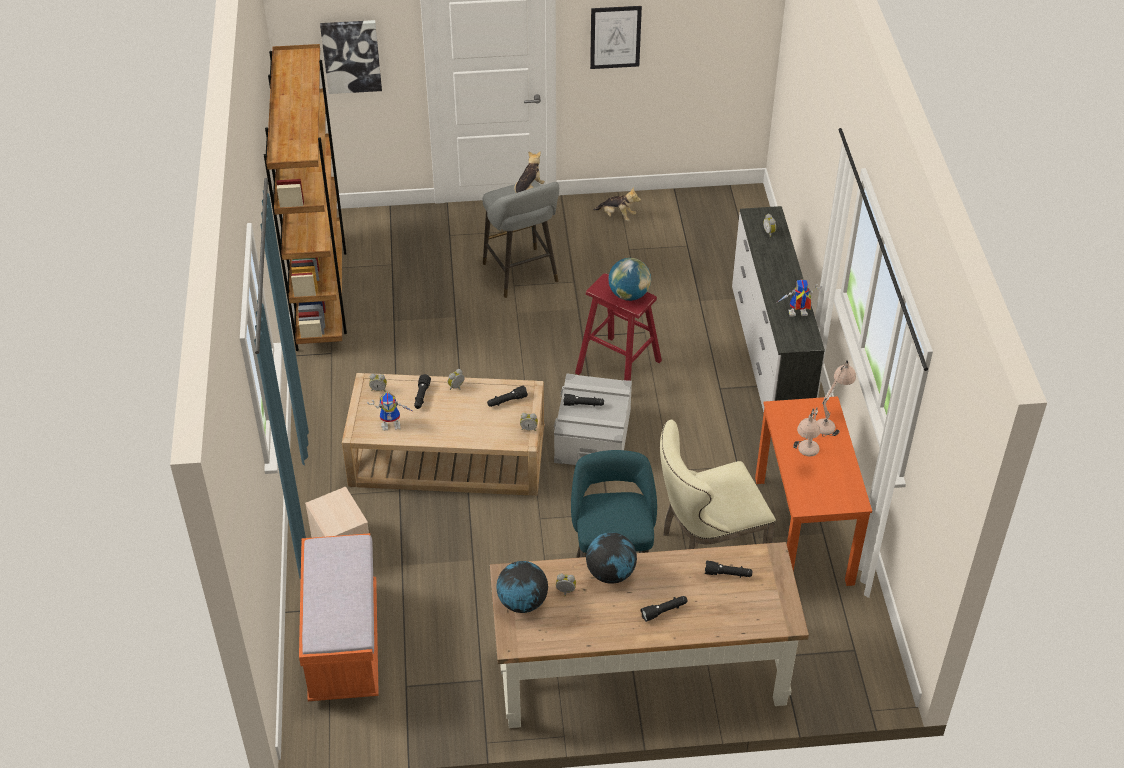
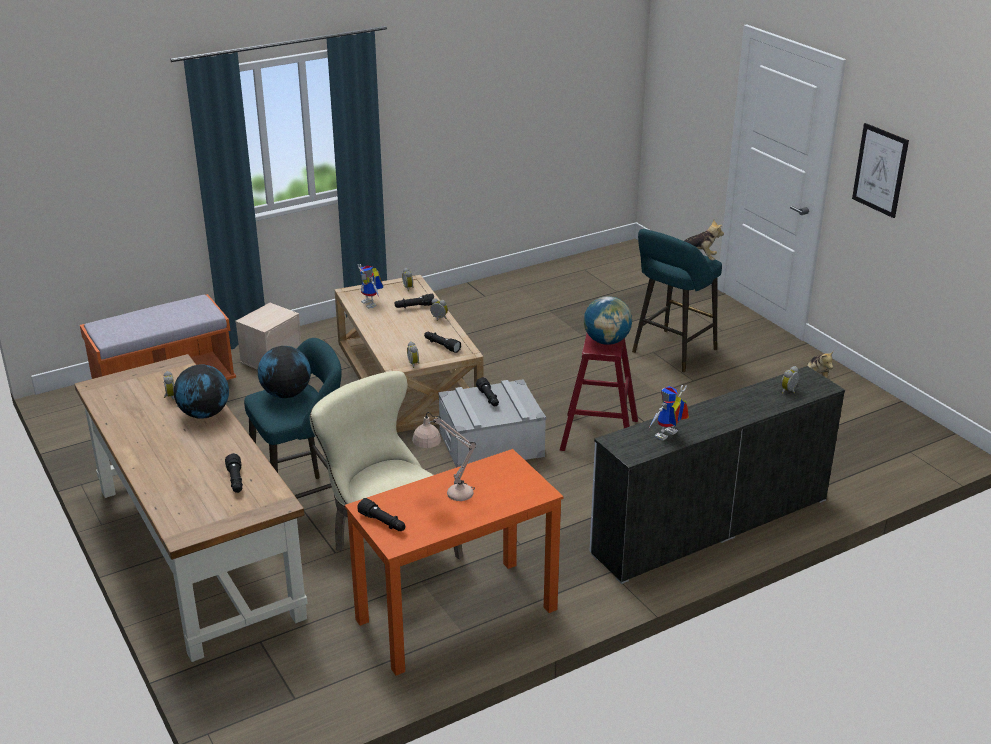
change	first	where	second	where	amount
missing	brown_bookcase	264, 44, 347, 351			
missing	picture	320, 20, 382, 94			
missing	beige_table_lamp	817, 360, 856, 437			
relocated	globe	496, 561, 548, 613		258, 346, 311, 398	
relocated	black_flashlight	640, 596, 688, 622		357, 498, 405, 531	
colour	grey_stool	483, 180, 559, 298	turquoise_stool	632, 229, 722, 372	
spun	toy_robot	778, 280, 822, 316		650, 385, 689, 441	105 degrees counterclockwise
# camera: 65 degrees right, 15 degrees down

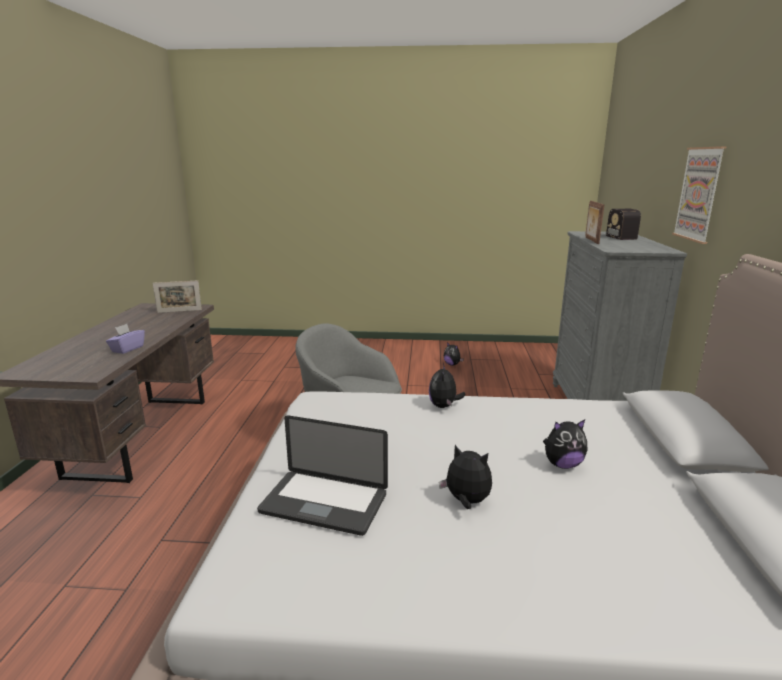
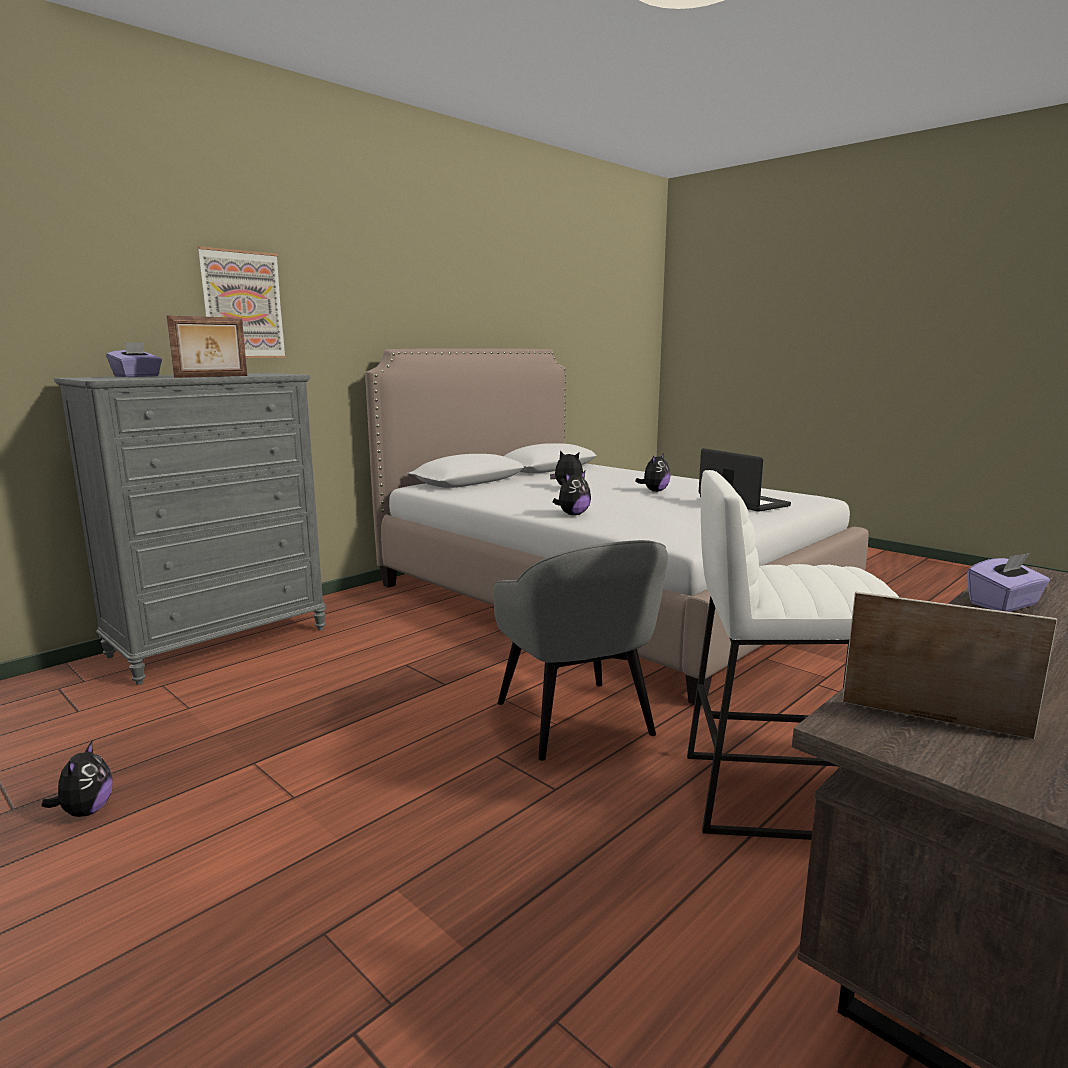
change	first	where	second	where	amount
appeared			white_stool	687, 470, 899, 840	
exchanged	radio	604, 209, 641, 240	purple_tissue_box	106, 342, 162, 377	
spun	plush_toy	439, 445, 492, 509		635, 453, 670, 492	120 degrees counterclockwise
# camera: 140 degrees left, 5 degrees down

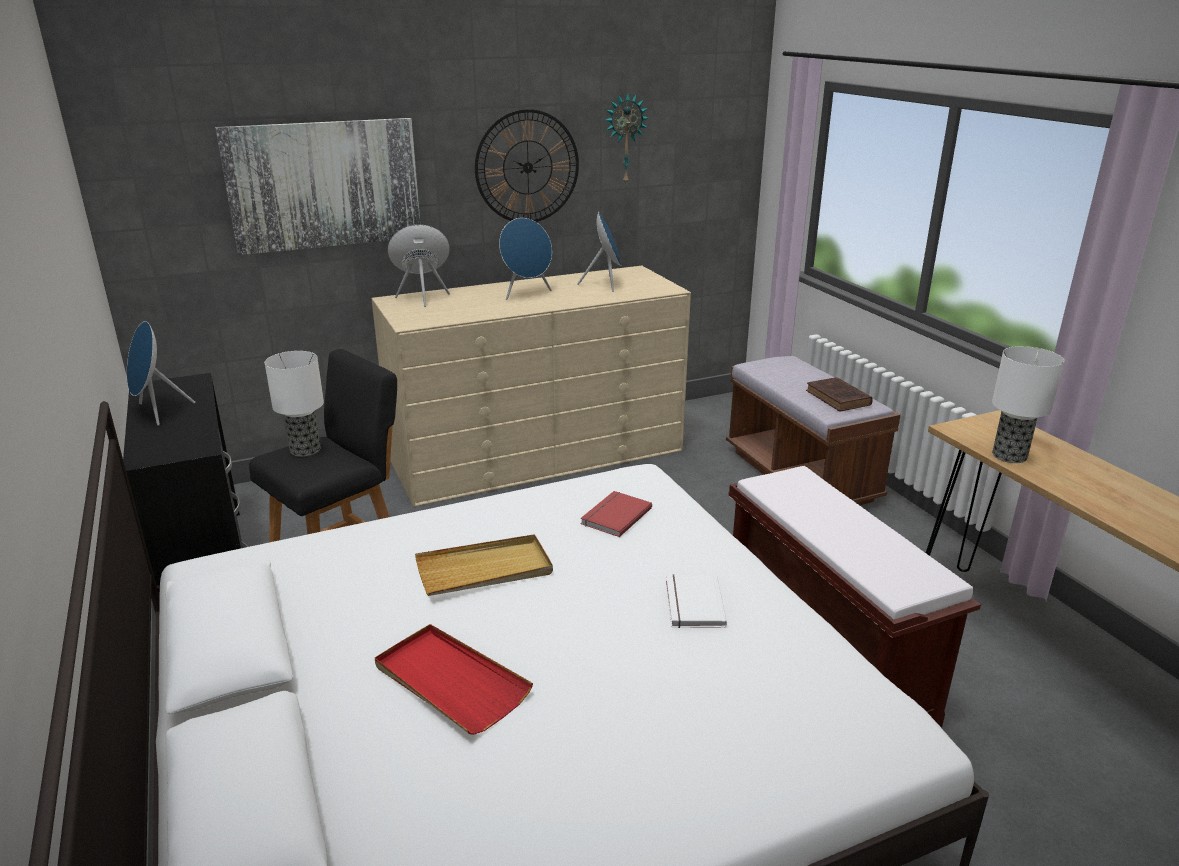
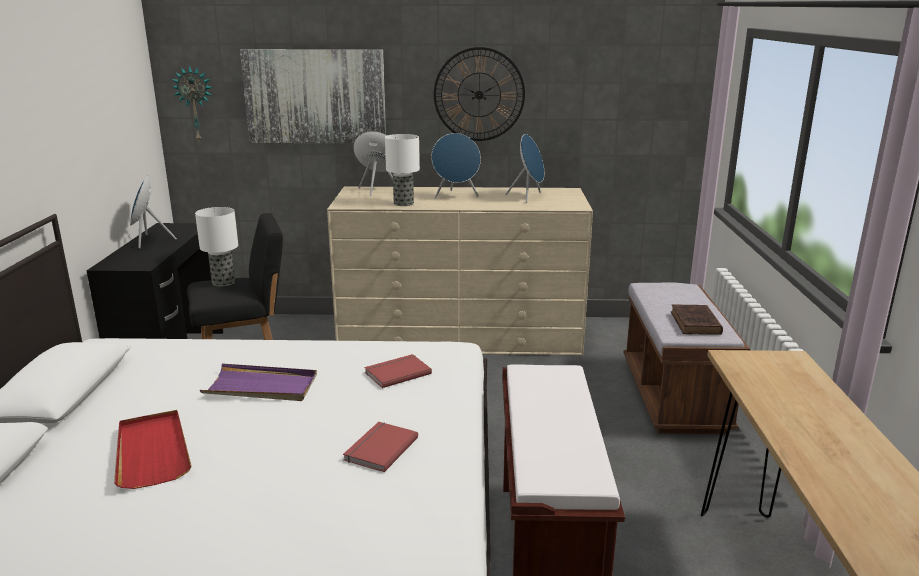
change	first	where	second	where	amount
relocated	wall_clock	605, 92, 648, 185		171, 65, 213, 141	
relocated	table_lamp	992, 346, 1064, 463		385, 134, 420, 206	
colour	beige_tray	415, 534, 553, 596	purple_tray	200, 363, 317, 401	
colour	white_book	666, 575, 727, 628	red_book	343, 422, 418, 472	
# camera: 25 degrees right, 5 degrees down

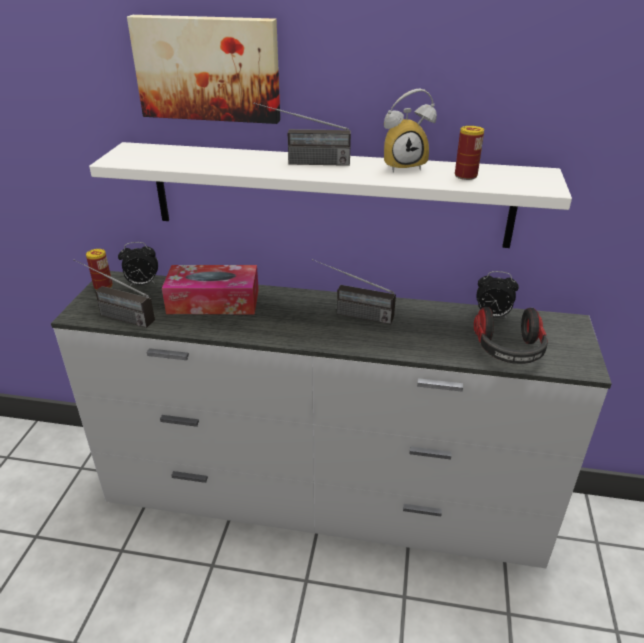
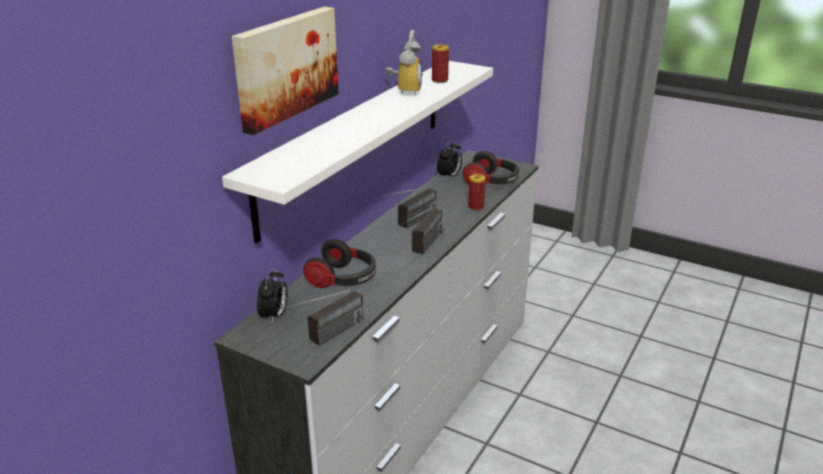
change	first	where	second	where	amount
relocated	can	86, 249, 113, 290		468, 174, 486, 211	
relocated	radio	254, 103, 351, 166		401, 208, 443, 254	
exchanged	tissue_box	162, 265, 259, 314	headphones	303, 239, 376, 288	
# camera: 70 degrees left, 5 degrees down

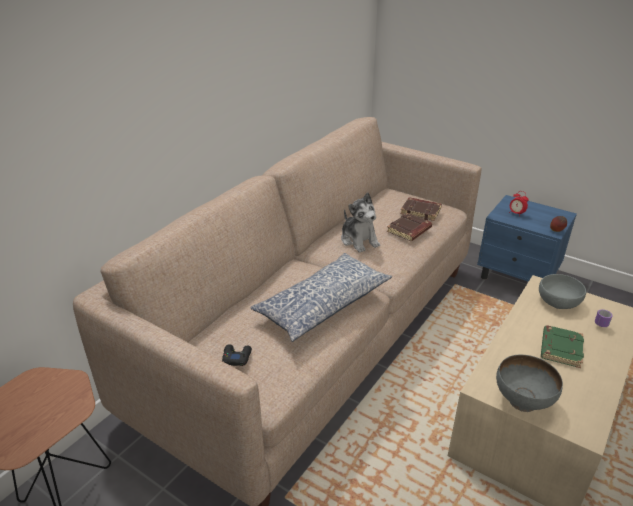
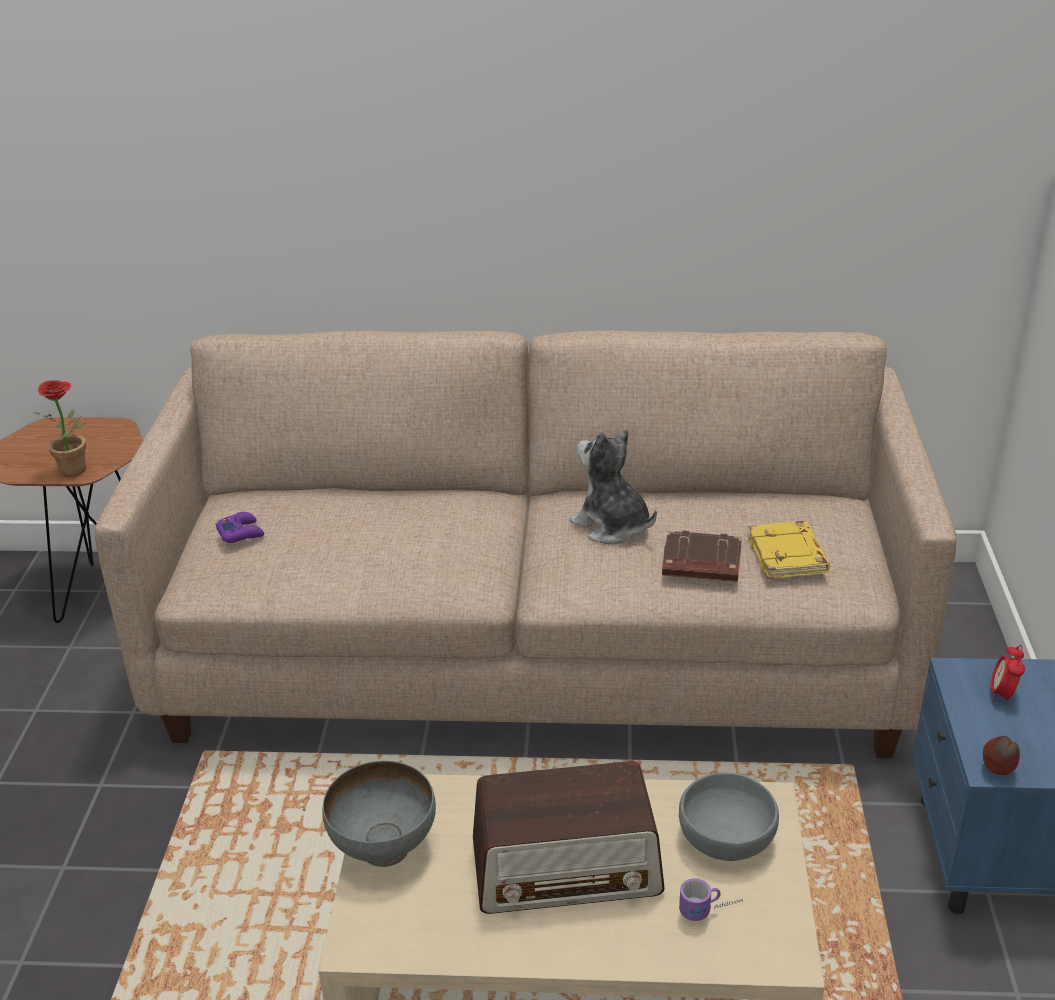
change	first	where	second	where	amount
missing	pillow	250, 253, 392, 342			
appeared			potted_plant	34, 380, 87, 477	
exchanged	green_book	541, 325, 584, 368	radio	473, 761, 665, 914	
colour	black_game_controller	222, 344, 252, 366	purple_game_controller	216, 512, 264, 543	
colour	brown_book	400, 197, 442, 221	yellow_book	748, 521, 830, 579	
spun	plush_toy	341, 192, 380, 253		569, 429, 657, 544	105 degrees clockwise
# camera: 60 degrees right, 0 degrees up

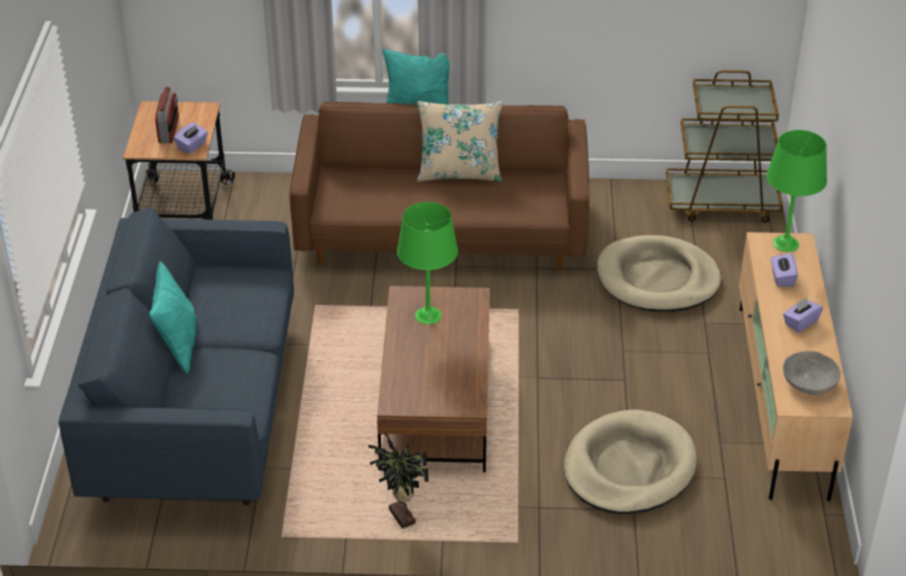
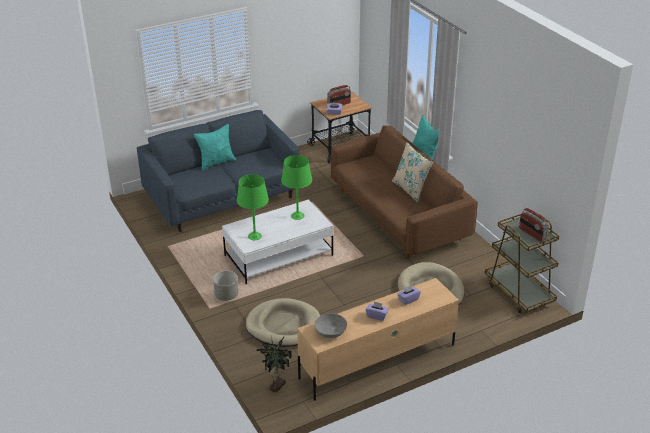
change	first	where	second	where	amount
appeared			grey_planter	213, 271, 239, 301	
appeared			radio	519, 208, 548, 241	
relocated	potted_plant	368, 432, 428, 529		257, 337, 292, 393	
relocated	green_table_lamp	766, 130, 827, 252		237, 174, 269, 240	
colour	brown_coffee_table	377, 286, 490, 472	white_coffee_table	222, 199, 333, 284	
# camera: 60 degrees right, 5 degrees down

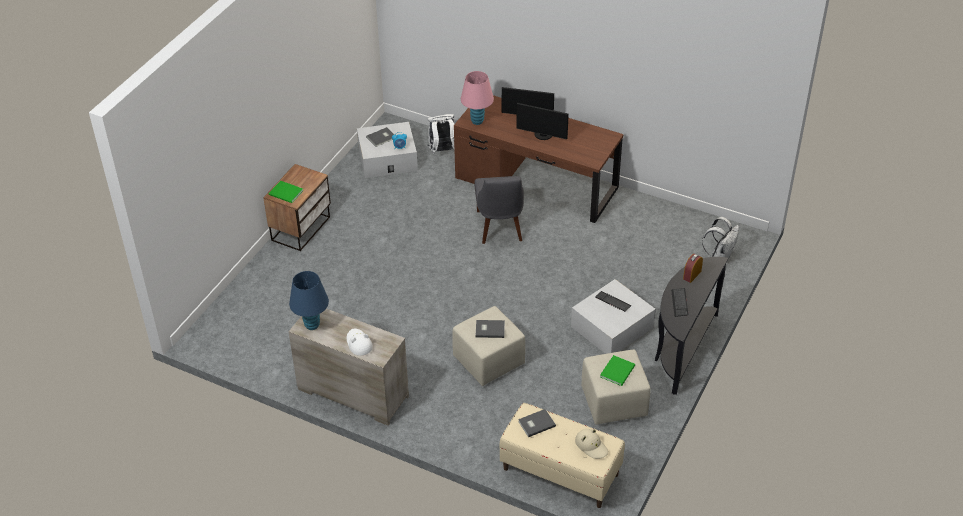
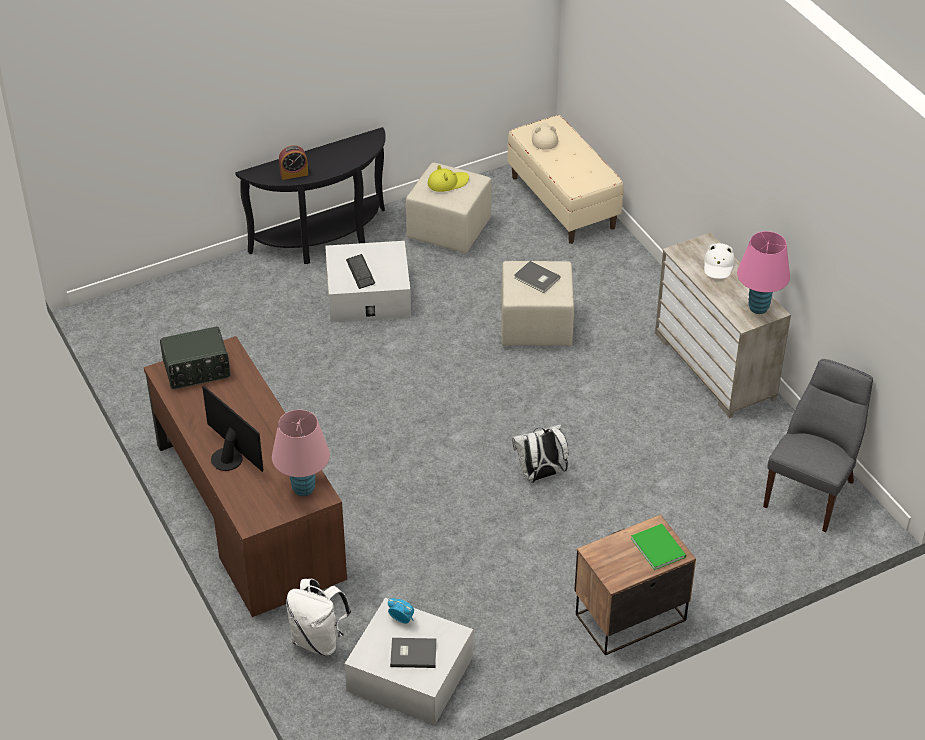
change	first	where	second	where	amount
missing	monitor	516, 103, 569, 140			
missing	grey_book	518, 409, 556, 437			
missing	keyboard	671, 288, 688, 317			
appeared			radio	160, 327, 231, 389	
relocated	grey_chair	475, 176, 524, 244		763, 359, 873, 532	
relocated	white_backpack	702, 217, 739, 259		512, 424, 568, 483	
exchanged	green_book	600, 355, 635, 386	yellow_hat	427, 165, 469, 192	
colour	blue_table_lamp	289, 271, 329, 330	pink_table_lamp	737, 231, 790, 314	
# camera: 145 degrees left, 0 degrees up

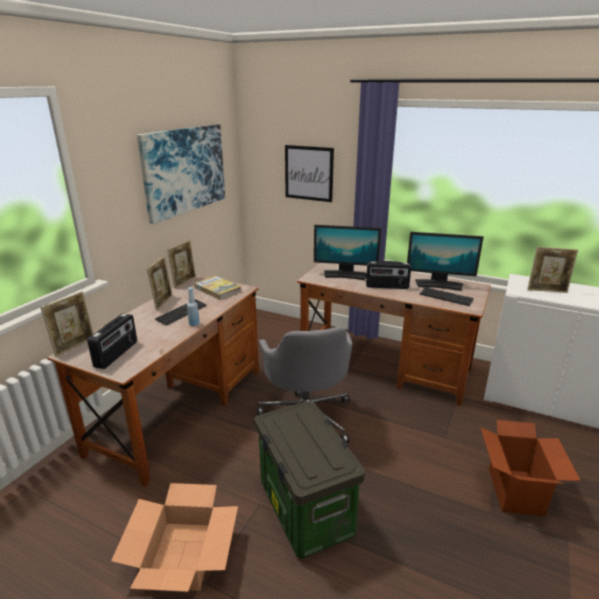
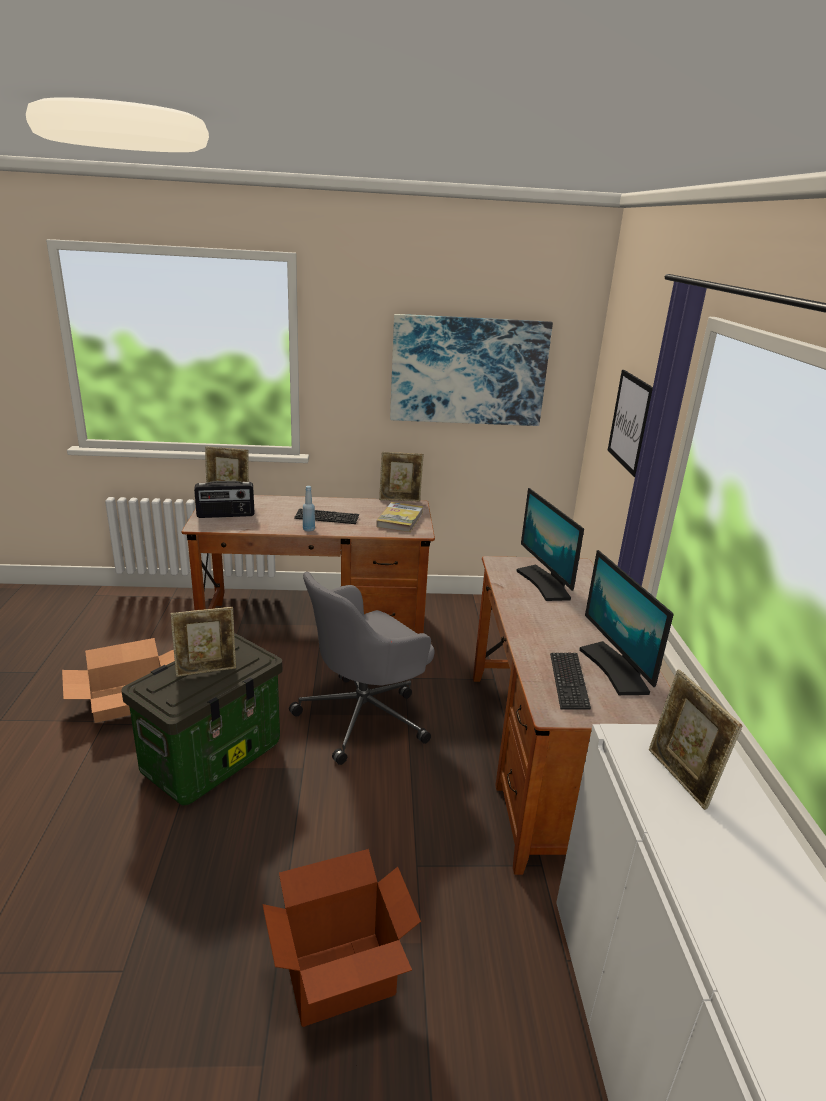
change	first	where	second	where	amount
missing	radio	366, 261, 411, 289			
relocated	picture_frame	147, 256, 172, 311		171, 607, 236, 677	
# camera: 60 degrees right, 0 degrees up

